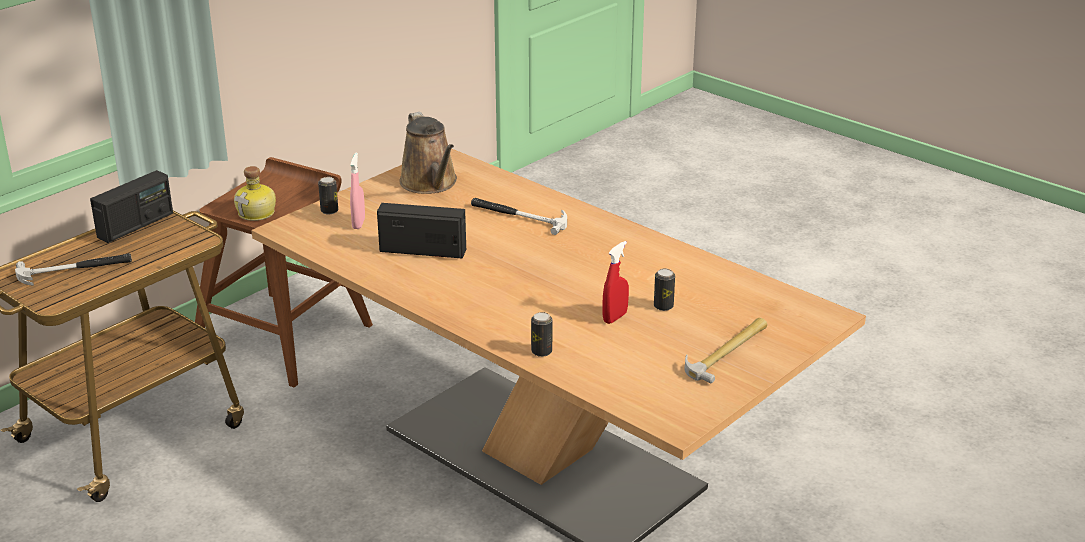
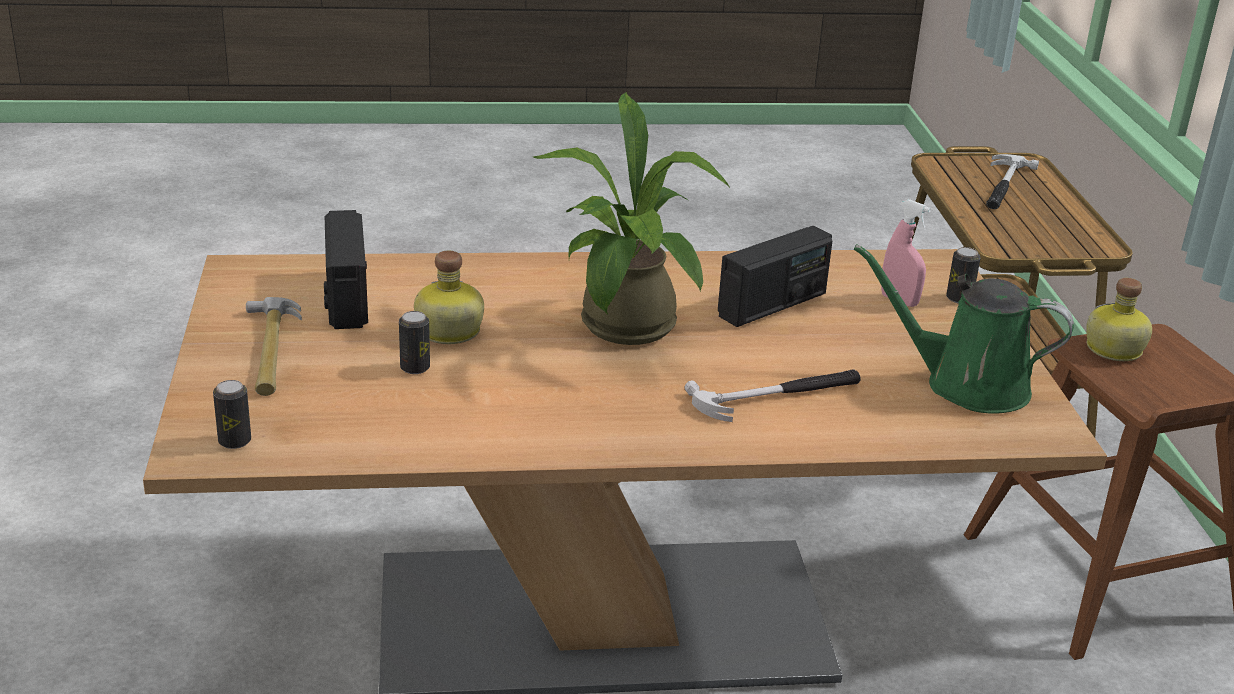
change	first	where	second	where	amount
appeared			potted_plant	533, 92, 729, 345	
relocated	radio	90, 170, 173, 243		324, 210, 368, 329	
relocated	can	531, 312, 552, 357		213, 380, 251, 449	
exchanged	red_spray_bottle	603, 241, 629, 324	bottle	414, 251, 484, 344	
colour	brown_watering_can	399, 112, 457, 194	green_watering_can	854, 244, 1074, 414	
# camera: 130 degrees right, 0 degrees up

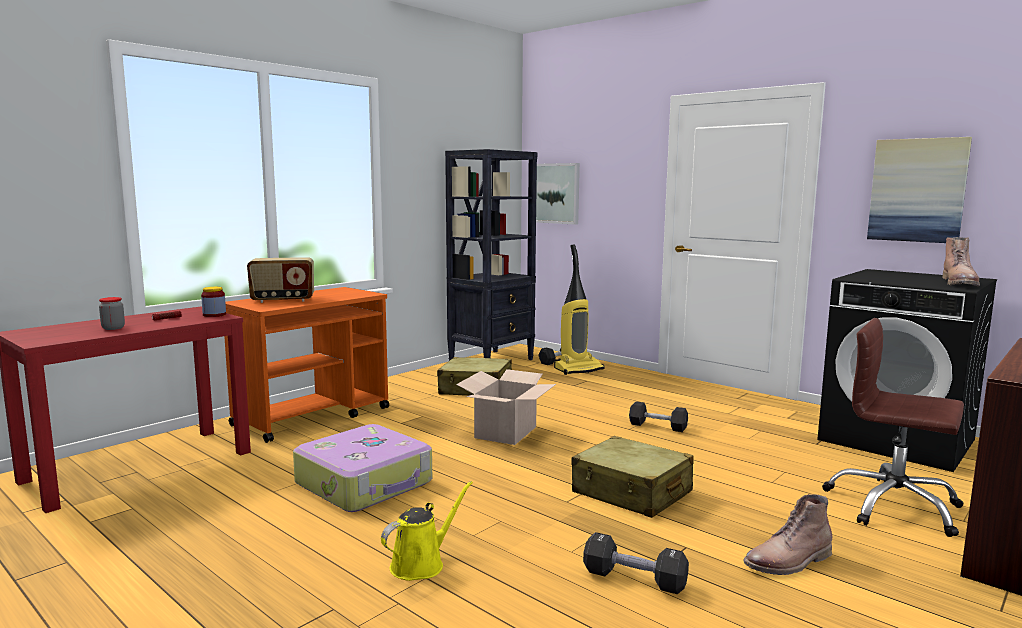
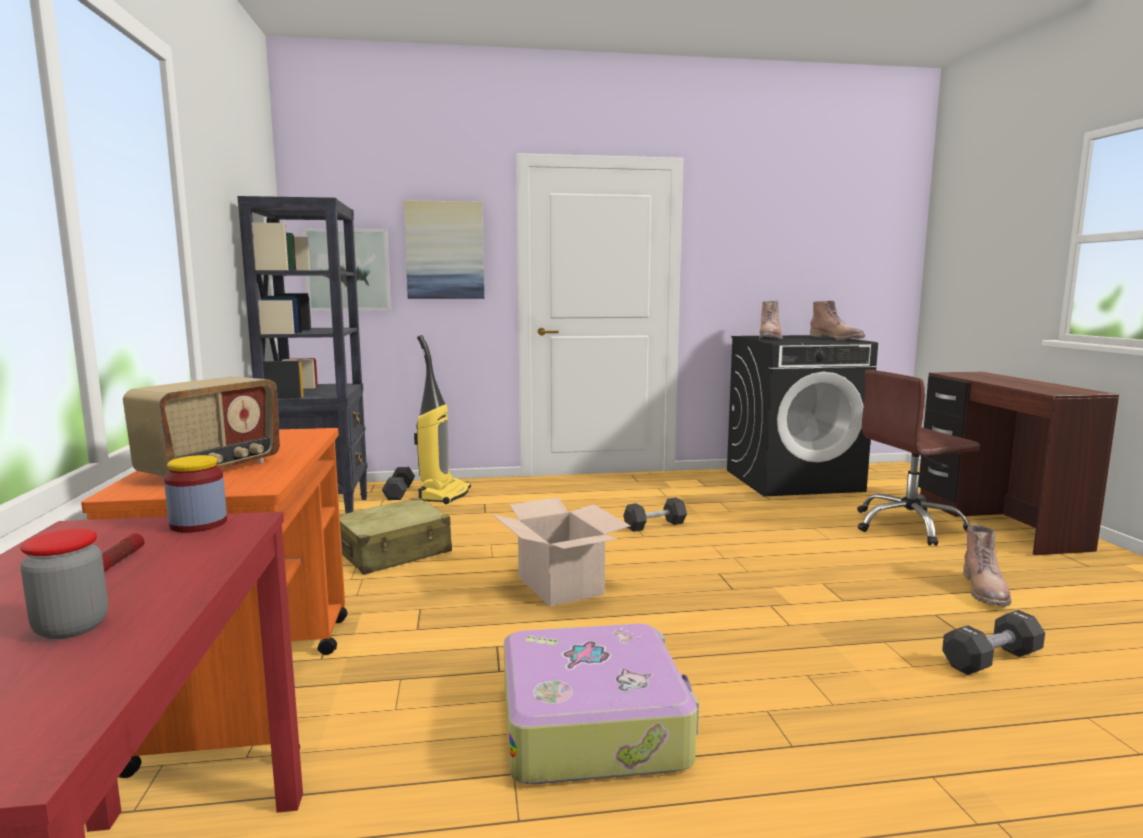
change	first	where	second	where	amount
missing	yellow_watering_can	381, 481, 473, 581			
missing	beige_suitcase	571, 436, 694, 518			
appeared			brown_boot	759, 301, 782, 339	
relocated	picture	867, 137, 972, 243		404, 200, 484, 299	
# camera: 50 degrees left, 0 degrees up

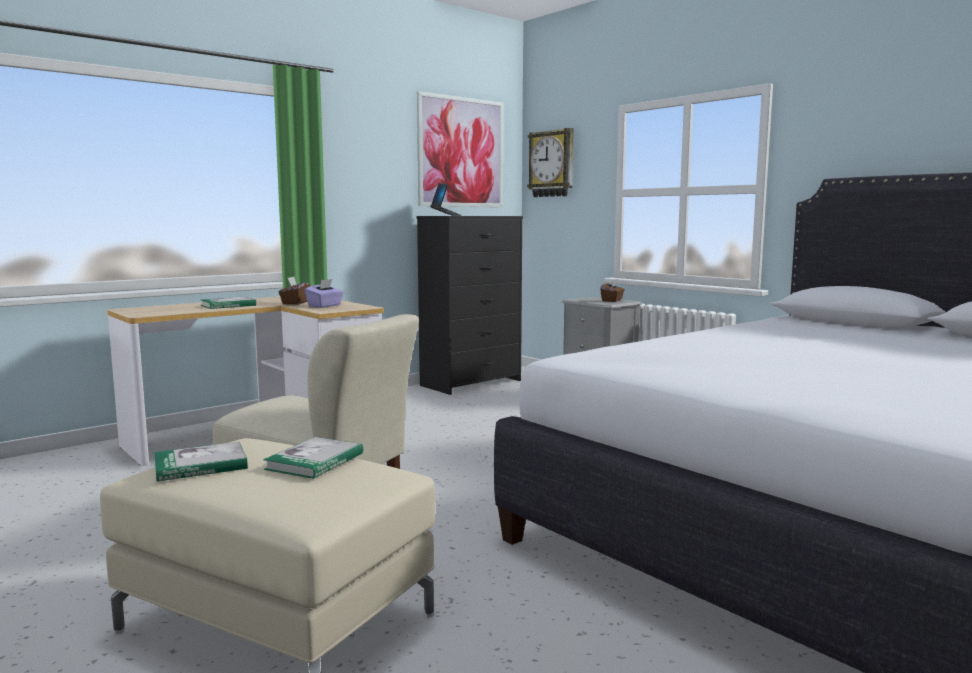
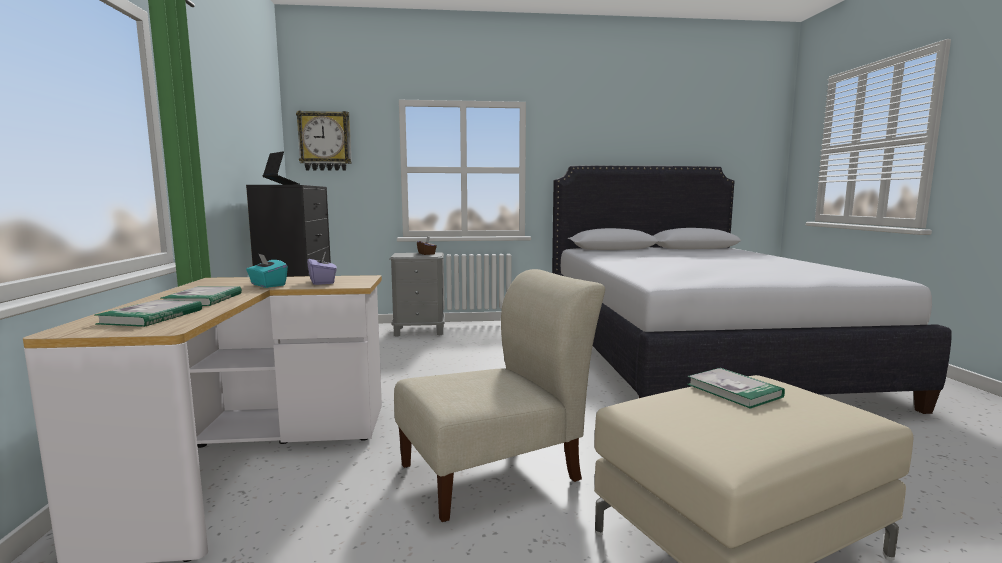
change	first	where	second	where	amount
missing	picture	417, 91, 503, 207			
relocated	book	154, 442, 248, 481		95, 300, 202, 327	
colour	brown_tissue_box	279, 277, 310, 305	turquoise_tissue_box	246, 254, 288, 288	
# camera: 55 degrees left, 0 degrees up

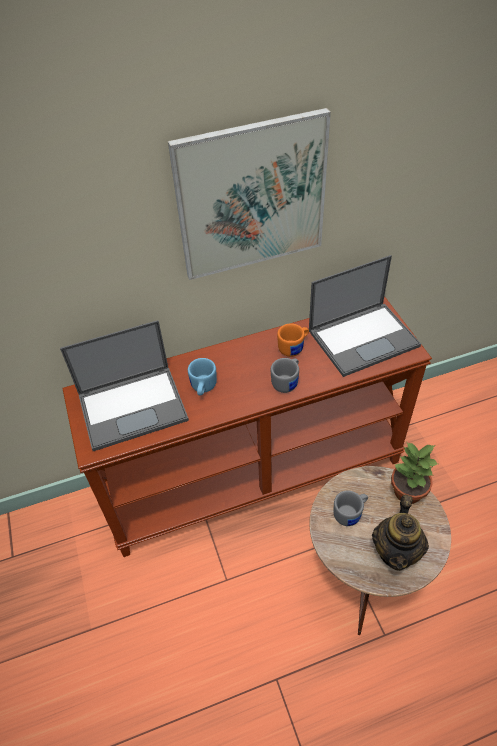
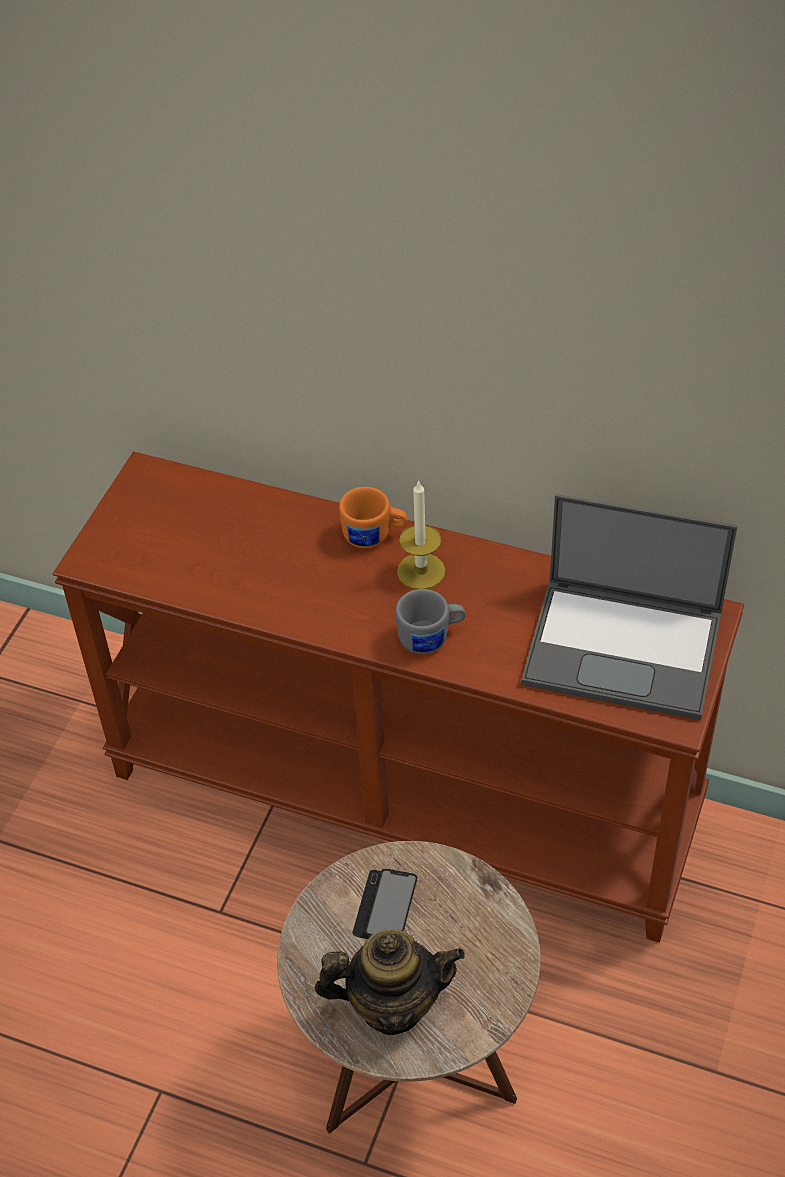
change	first	where	second	where	amount
missing	laptop	60, 320, 189, 451			
missing	picture	168, 108, 331, 280			
missing	blue_mug	188, 358, 217, 395			
missing	potted_plant	391, 443, 438, 504			
appeared			candle	397, 480, 445, 589	
relocated	orange_mug	277, 324, 309, 357		339, 487, 407, 548	
exchanged	grey_mug	333, 490, 368, 526	phone	352, 869, 418, 939	
spun	teapot	372, 495, 429, 571		315, 929, 465, 1035	150 degrees counterclockwise
# camera: 40 degrees right, 0 degrees up

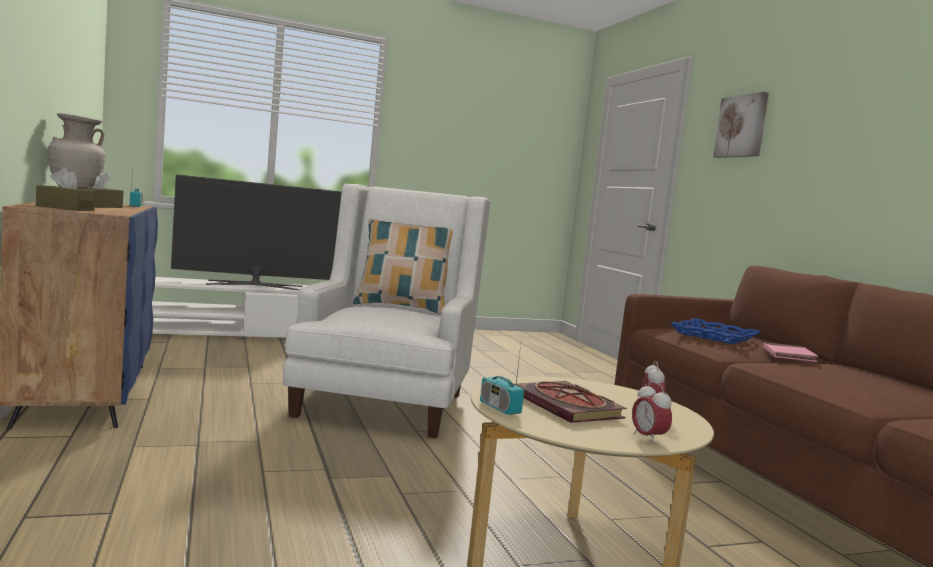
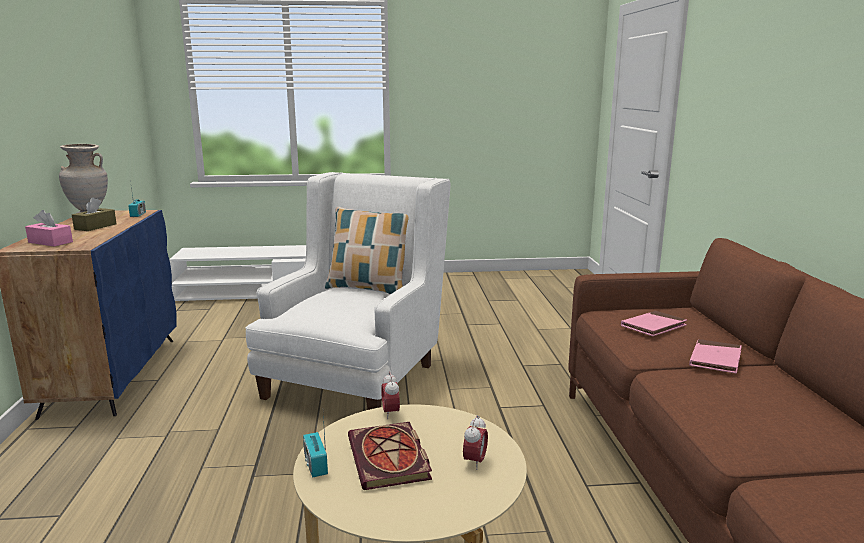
change	first	where	second	where	amount
missing	television	171, 174, 342, 290			
missing	picture	713, 92, 769, 158			
relocated	alarm_clock	632, 381, 672, 444		381, 372, 400, 419	
exchanged	blue_tray	670, 318, 760, 344	pink_book	621, 311, 687, 336	
colour	brown_tissue_box	36, 168, 95, 211	pink_tissue_box	25, 210, 73, 247	
# camera: 15 degrees right, 10 degrees up

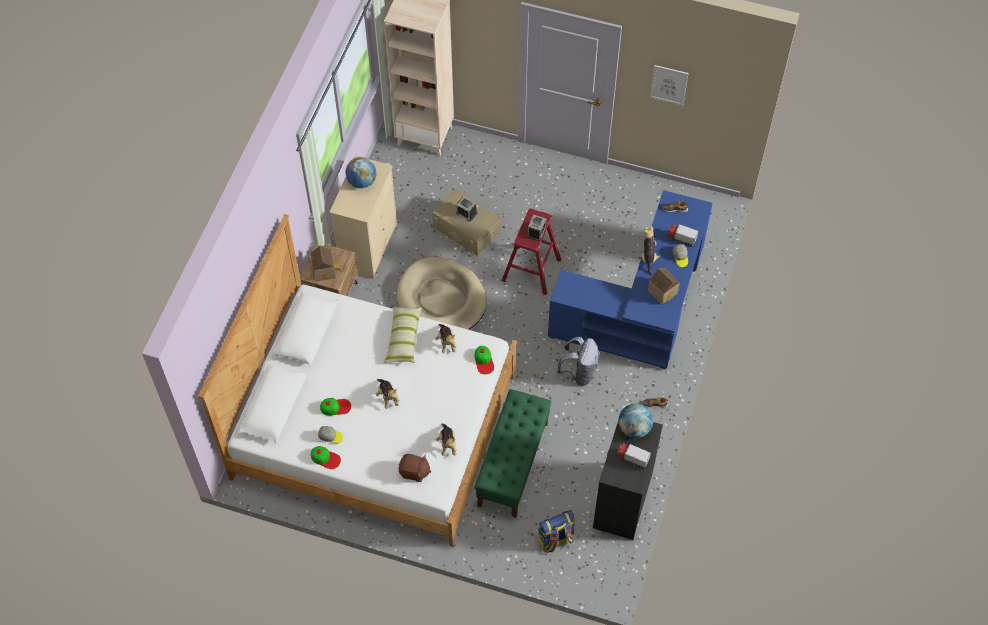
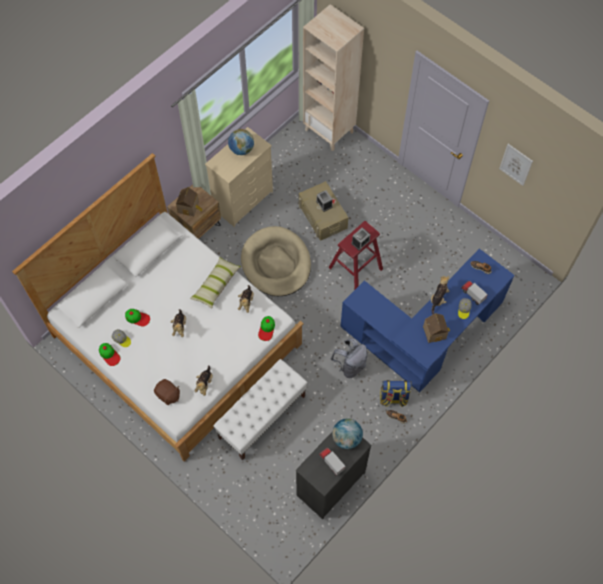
change	first	where	second	where	amount
relocated	backpack	537, 510, 575, 553		380, 380, 411, 407	
colour	green_bench	475, 389, 551, 518	white_bench	213, 359, 307, 460	
# camera: 25 degrees right, 5 degrees up

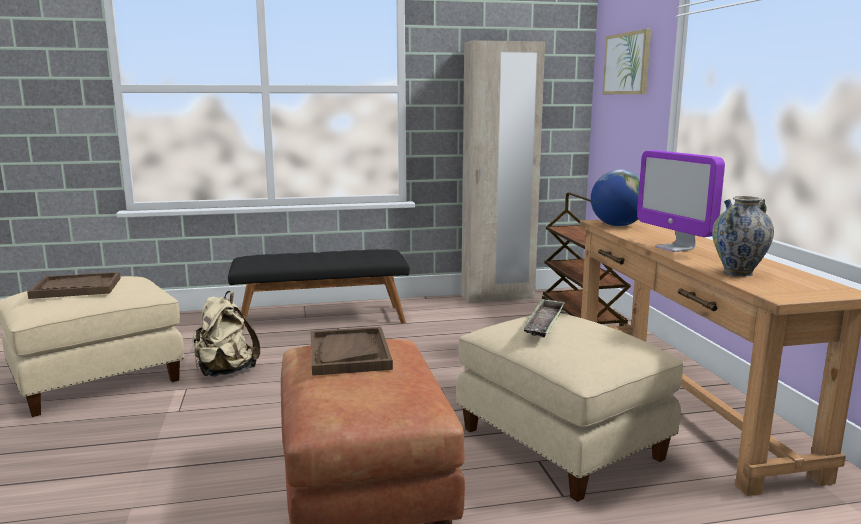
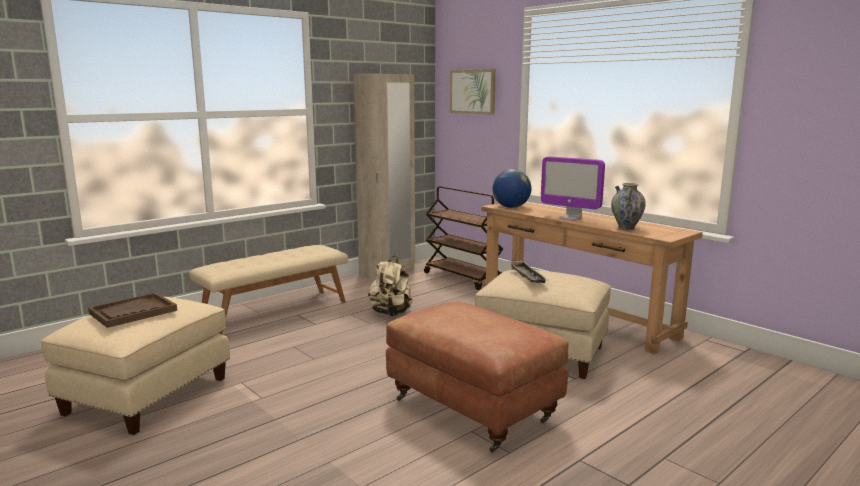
change	first	where	second	where	amount
missing	brown_tray	310, 327, 393, 376			
relocated	beige_backpack	192, 291, 260, 377		368, 255, 413, 316	
colour	black_bench	228, 249, 410, 329	beige_bench	189, 245, 348, 335	
# camera: 30 degrees left, 0 degrees up

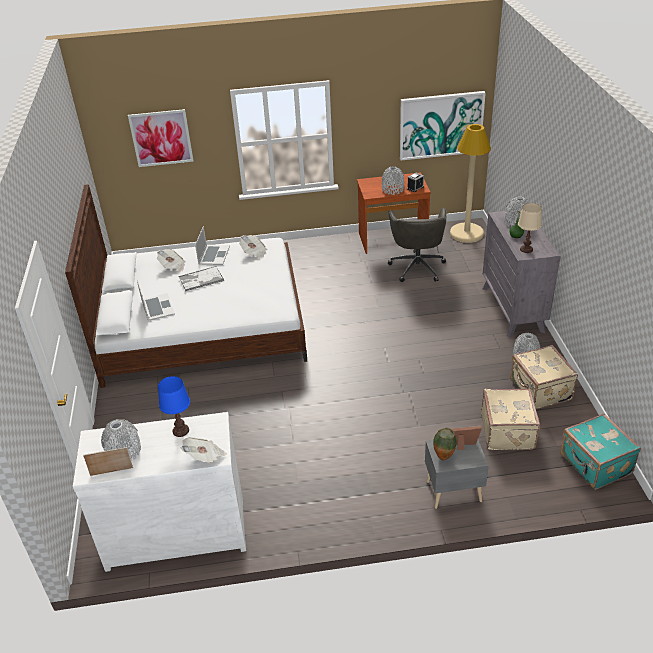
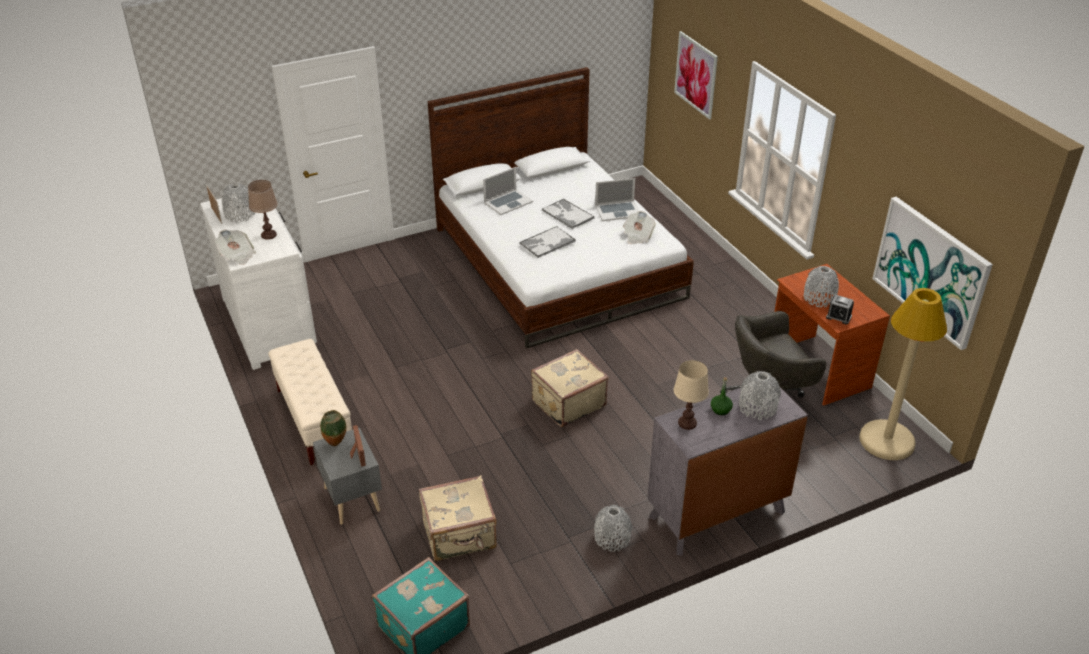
change	first	where	second	where	amount
missing	newspaper	157, 249, 185, 271			
appeared			beige_bench	268, 339, 353, 465	
appeared			tray	520, 226, 576, 258	
relocated	beige_suitcase	511, 345, 578, 409		531, 349, 609, 427	
colour	blue_table_lamp	158, 376, 190, 437	brown_table_lamp	248, 180, 278, 240	
# camera: 70 degrees right, 0 degrees up

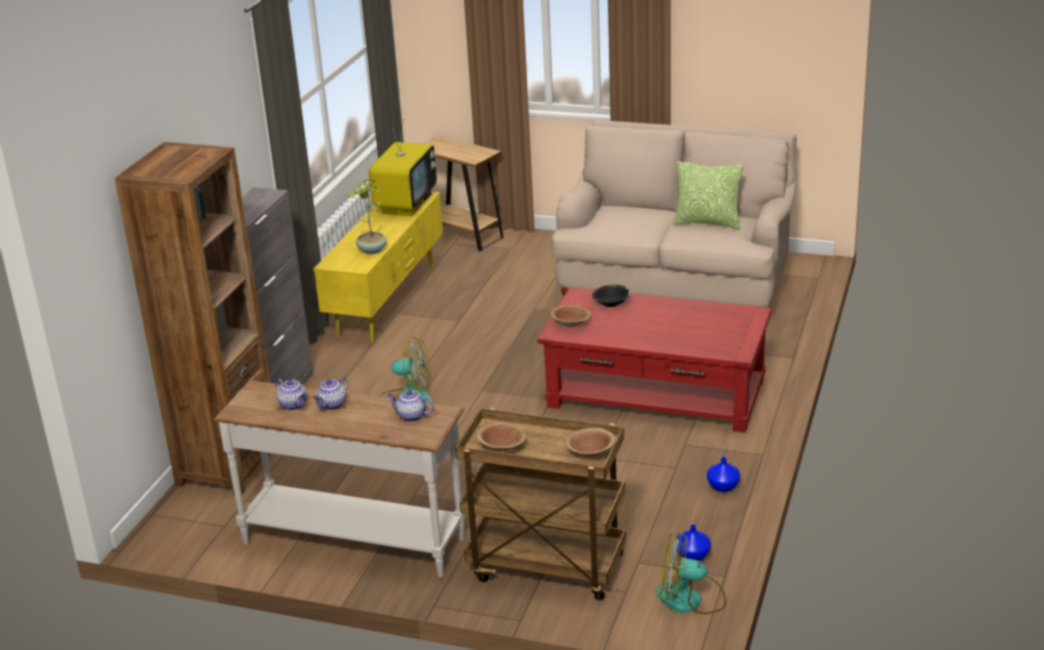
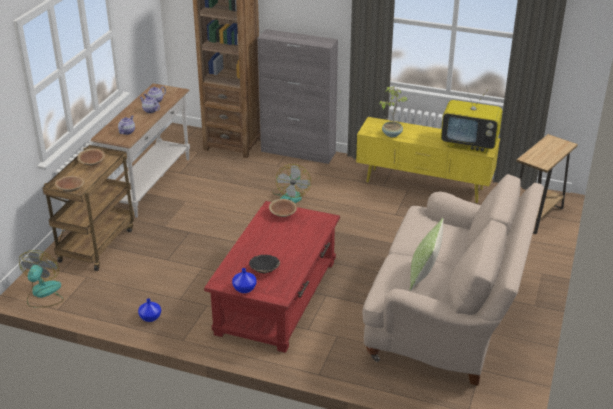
change	first	where	second	where	amount
relocated	black_bowl	592, 285, 631, 307		249, 255, 280, 273	
relocated	blue_vase	677, 524, 711, 561		232, 268, 257, 293	
# camera: 90 degrees right, 5 degrees up

